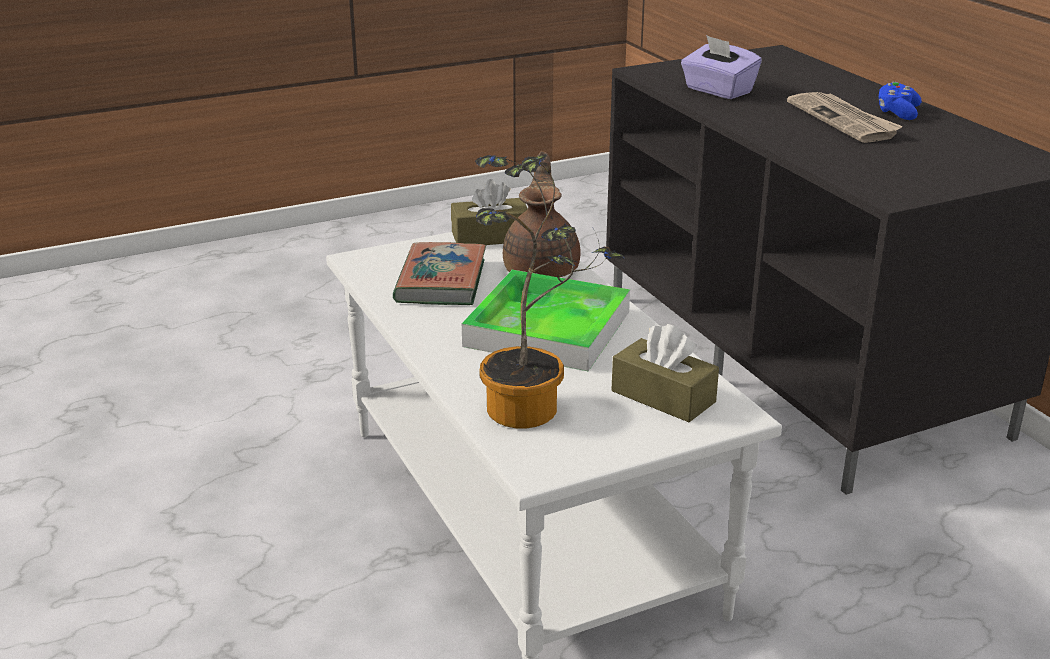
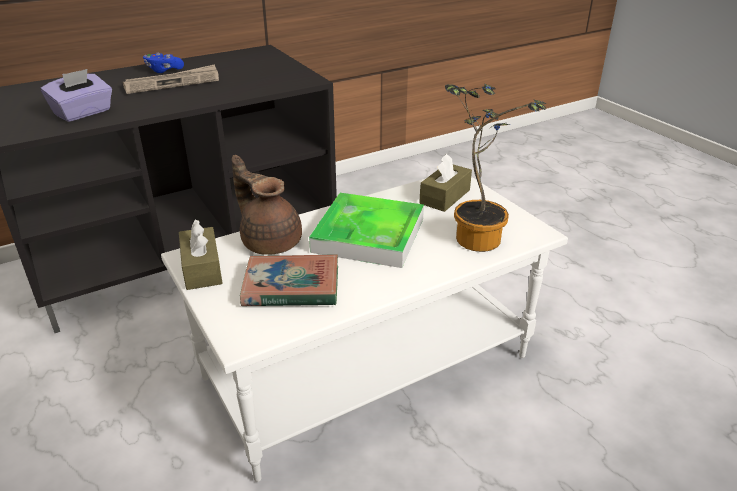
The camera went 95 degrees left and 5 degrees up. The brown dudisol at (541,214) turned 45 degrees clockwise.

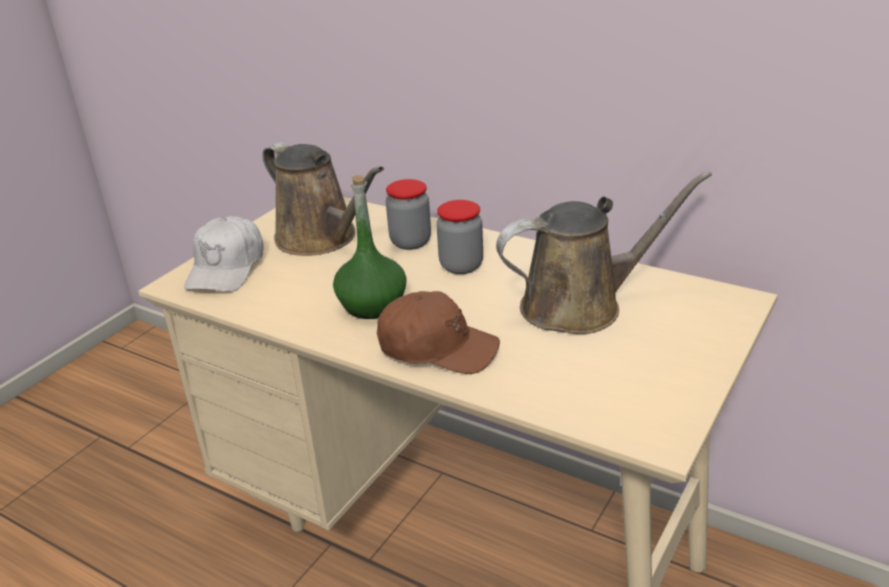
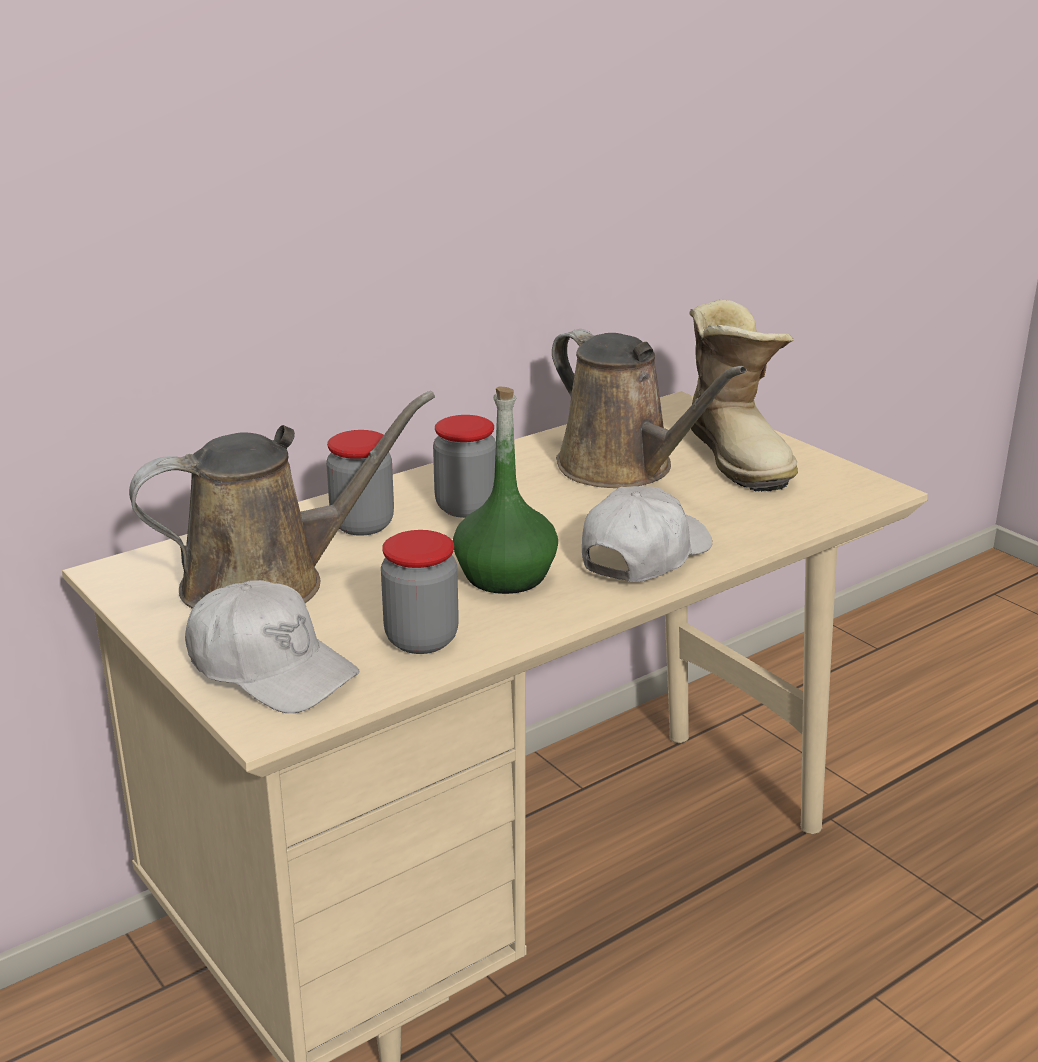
The camera went 70 degrees left and 5 degrees down. The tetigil at (420,592) appeared. The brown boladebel at (604,252) turned 135 degrees clockwise. The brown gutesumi at (438,332) became the white gutesumi at (647,534). The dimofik at (743,395) appeared.

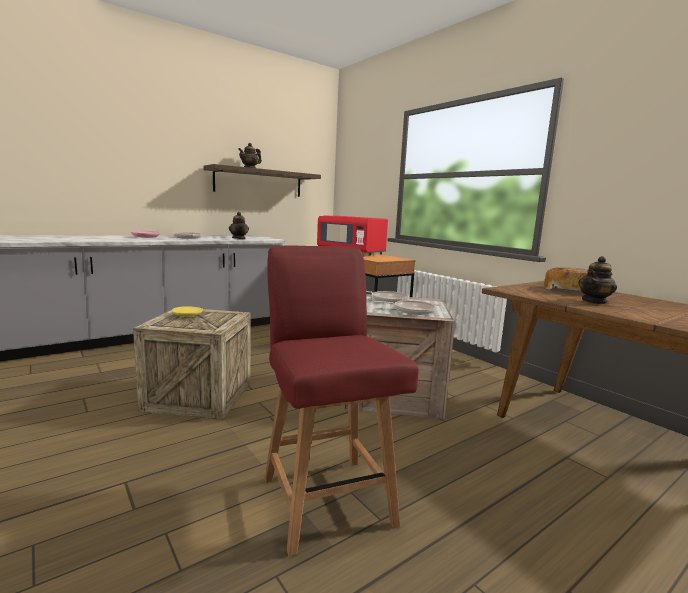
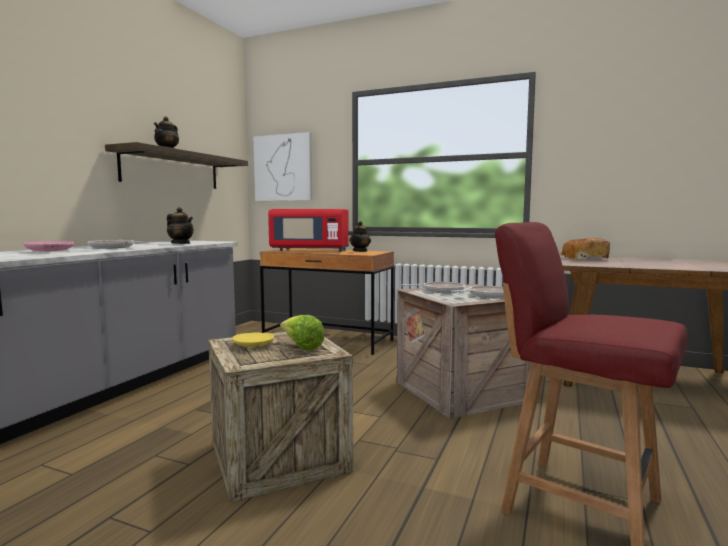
The camera went 30 degrees left and 5 degrees down. The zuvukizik at (282,166) appeared. The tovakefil at (302,333) appeared. The dudisol moved from (597,280) to (360,236).

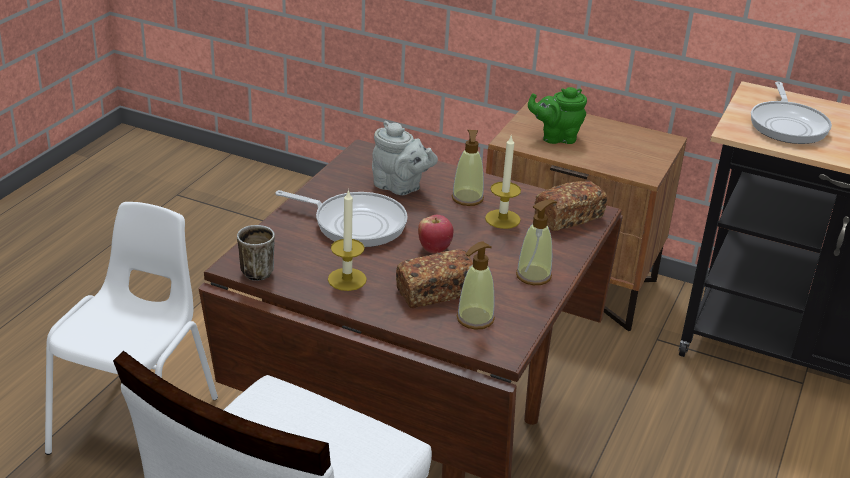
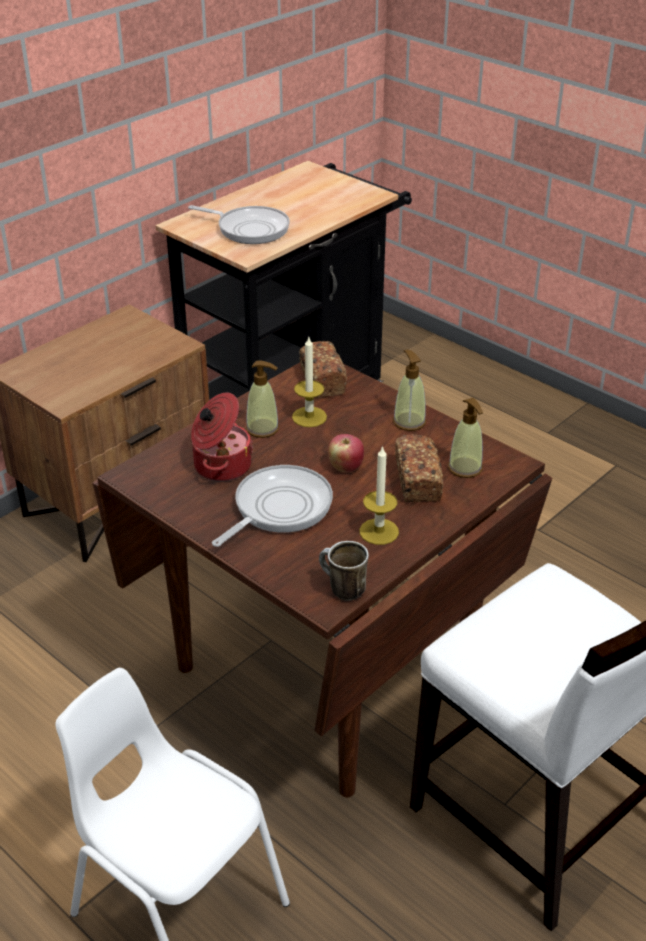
The camera went 70 degrees left and 5 degrees up. The grey dudisol at (405,158) was replaced by the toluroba at (222,436). The green dudisol at (557,115) disappeared.

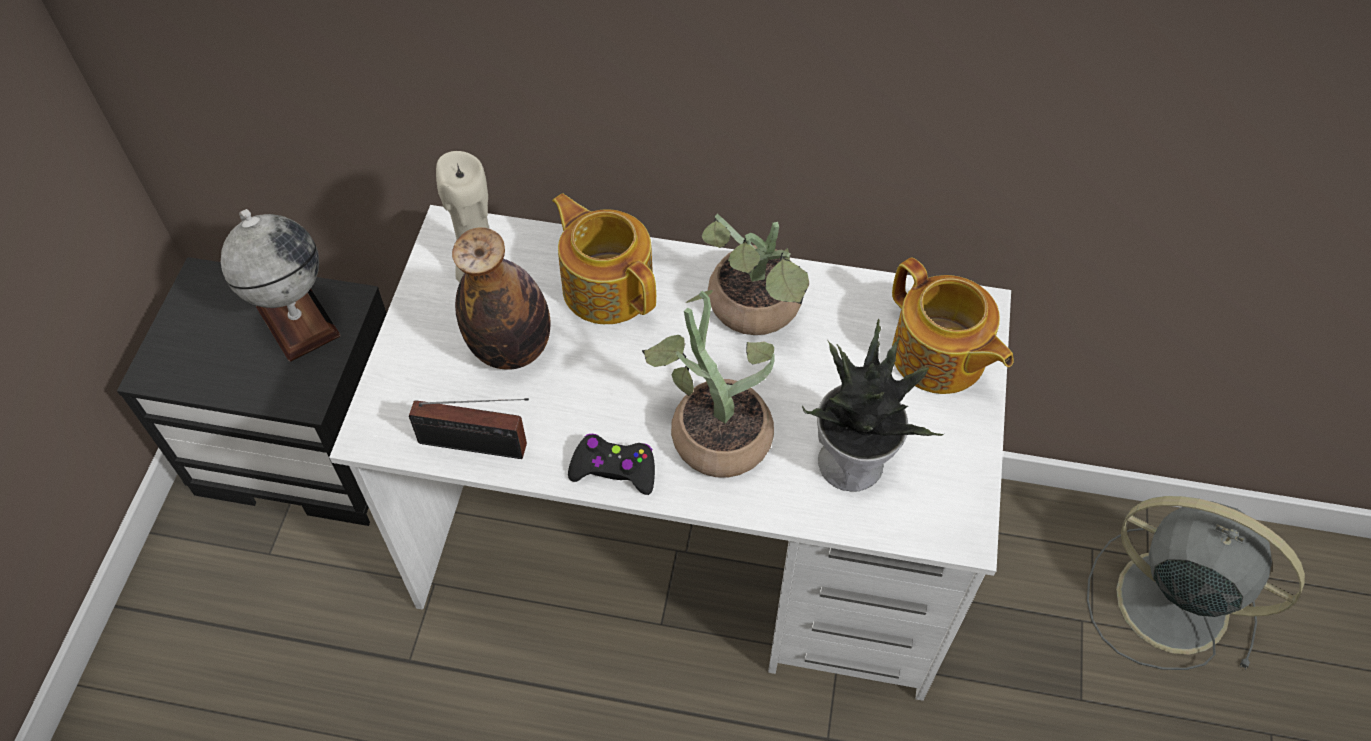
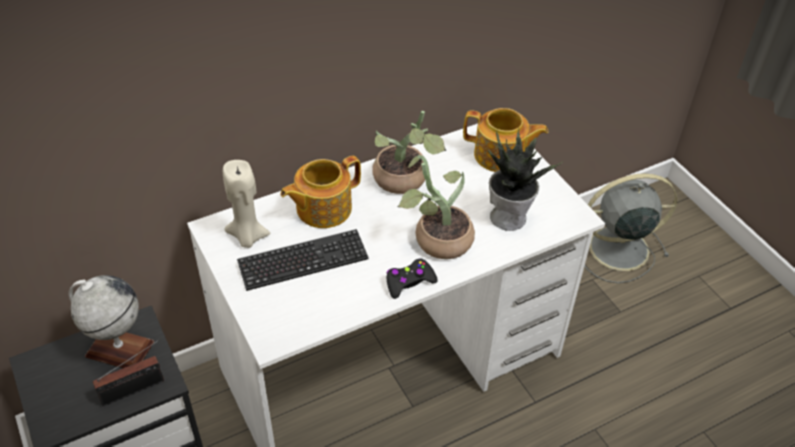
The camera went 40 degrees left and 10 degrees down. The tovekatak moved from (469,428) to (128,373). The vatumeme at (501,298) was replaced by the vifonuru at (303,260). The dudisol at (604,258) turned 45 degrees counterclockwise.

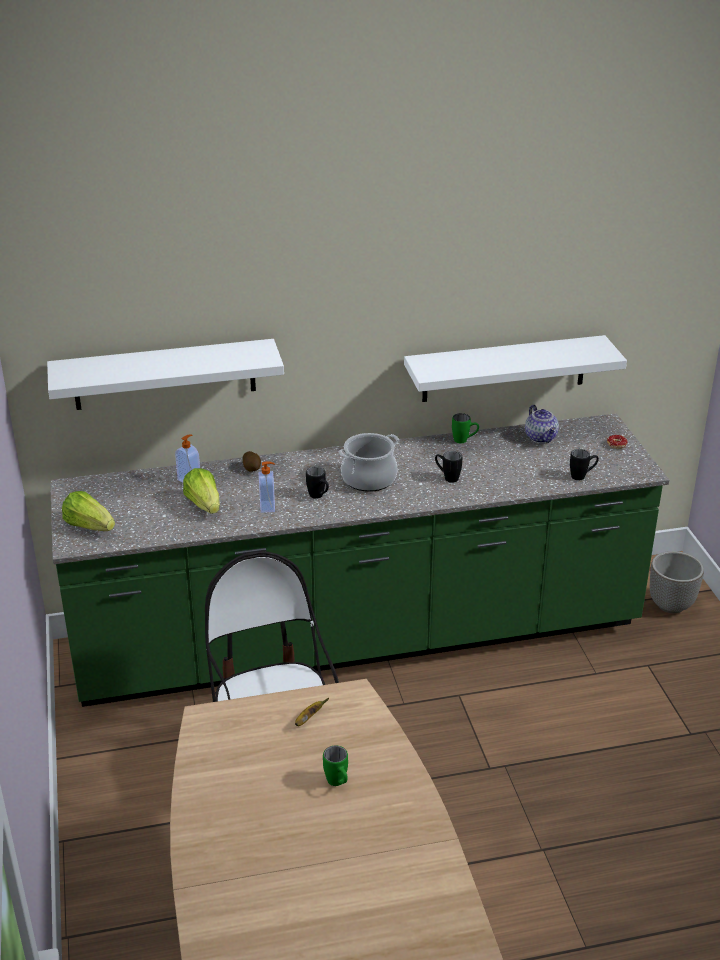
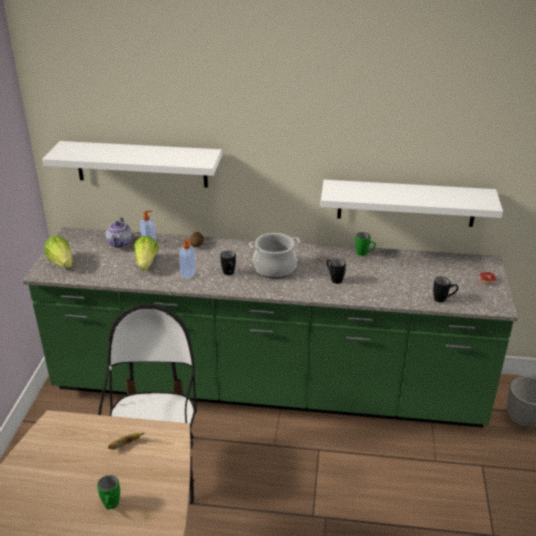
The camera went 20 degrees right and 0 degrees up. The dudisol moved from (542,424) to (119,232).

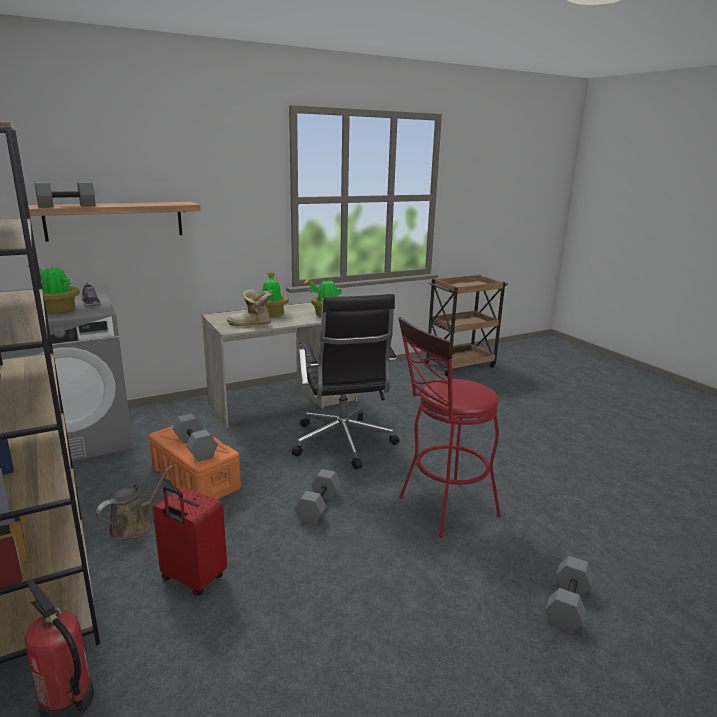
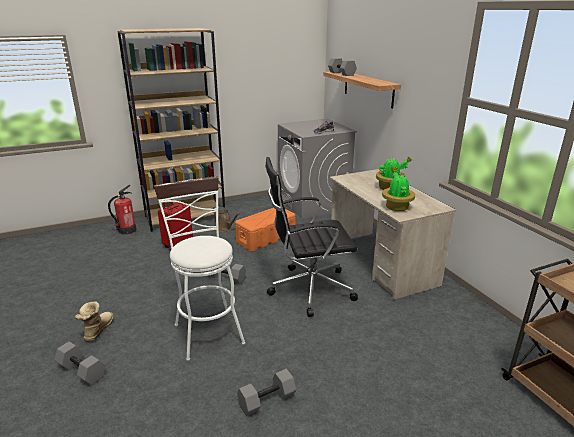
The camera went 95 degrees right and 5 degrees up. The dimofik moved from (249,307) to (94,321). The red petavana at (449,427) became the white petavana at (199,268). The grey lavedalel moved from (195,437) to (266,392). The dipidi at (54,288) disappeared.

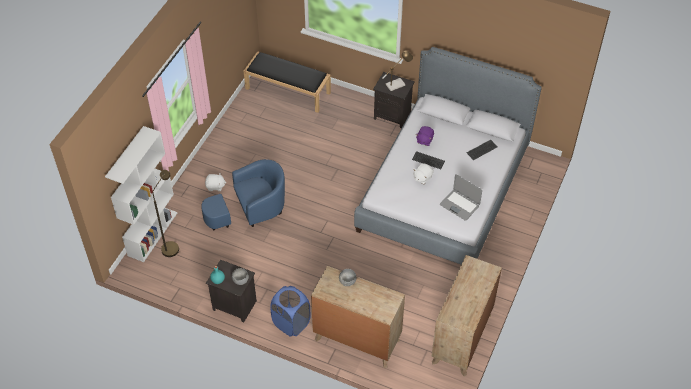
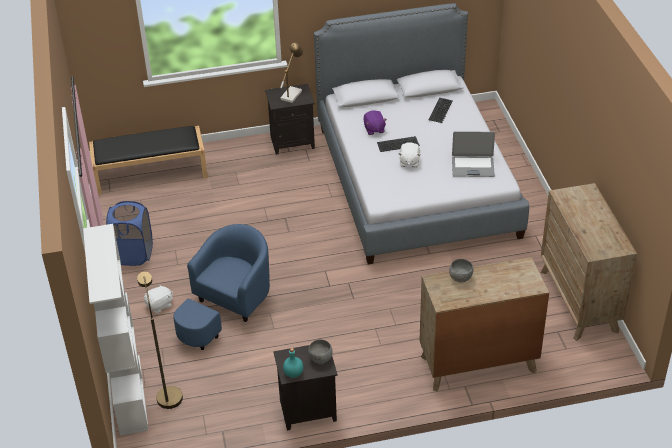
The camera went 35 degrees left and 10 degrees down. The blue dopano moved from (290,311) to (129,233).

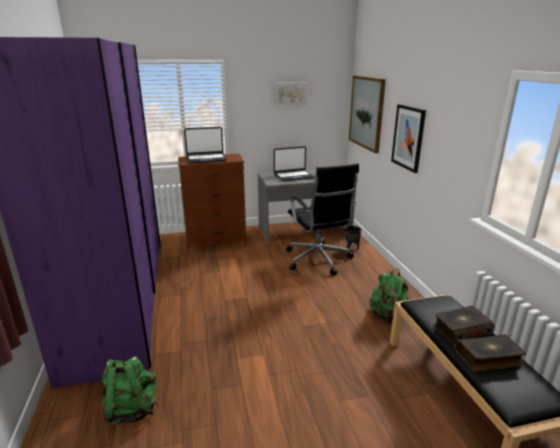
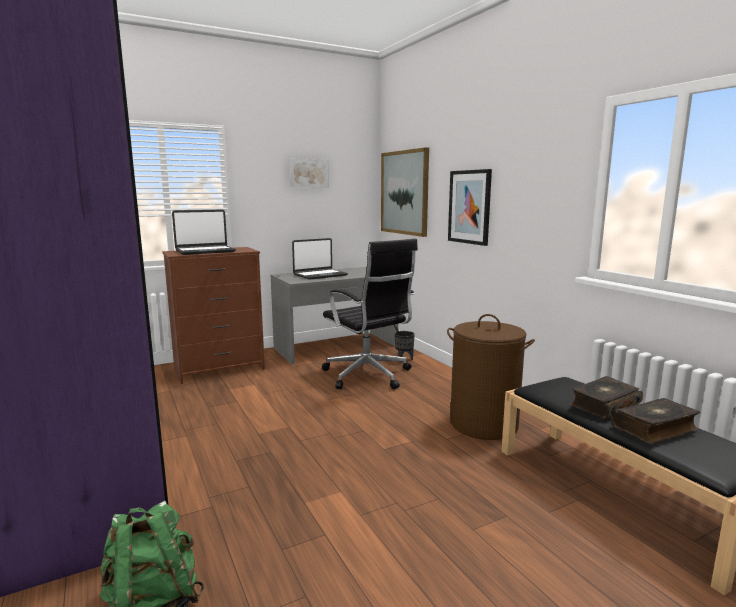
The camera went 15 degrees left and 10 degrees down. The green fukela at (389,296) was replaced by the brown dopano at (491,377).

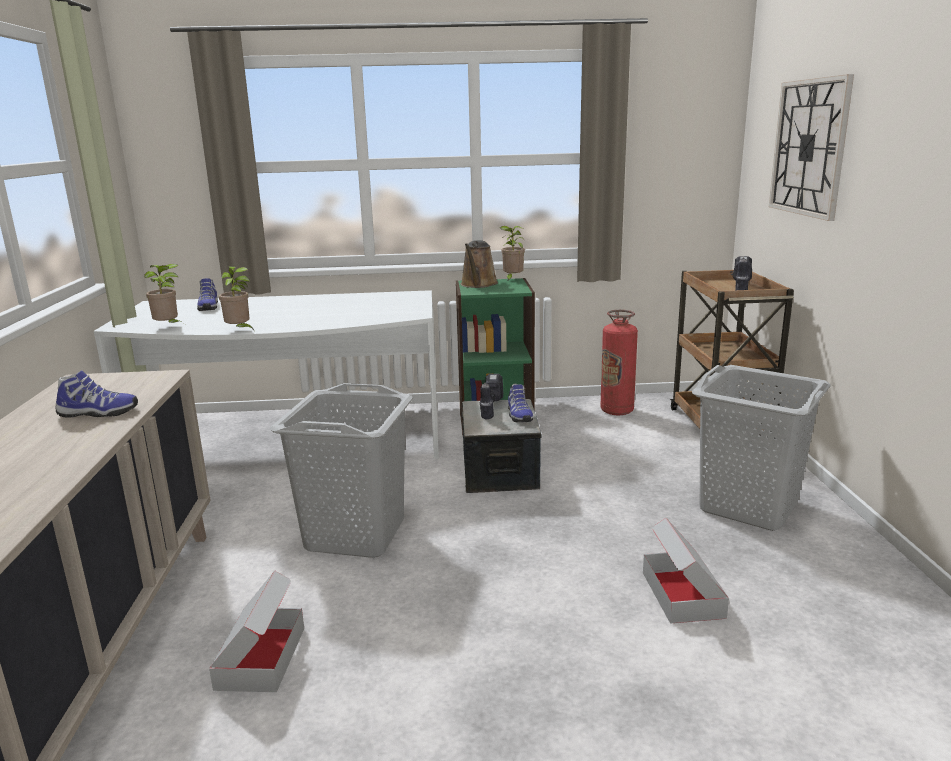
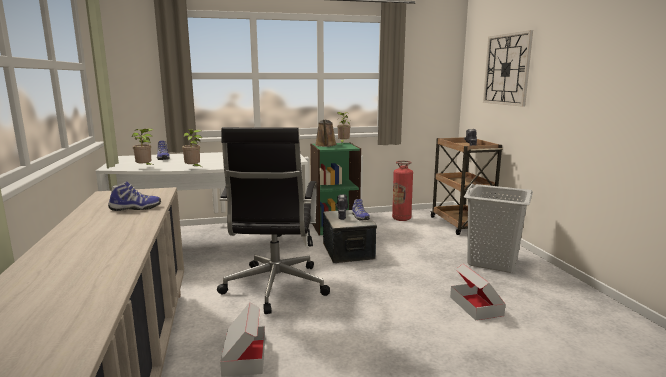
The camera went 10 degrees left and 5 degrees down. The grey dopano at (341,470) was replaced by the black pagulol at (273,220).

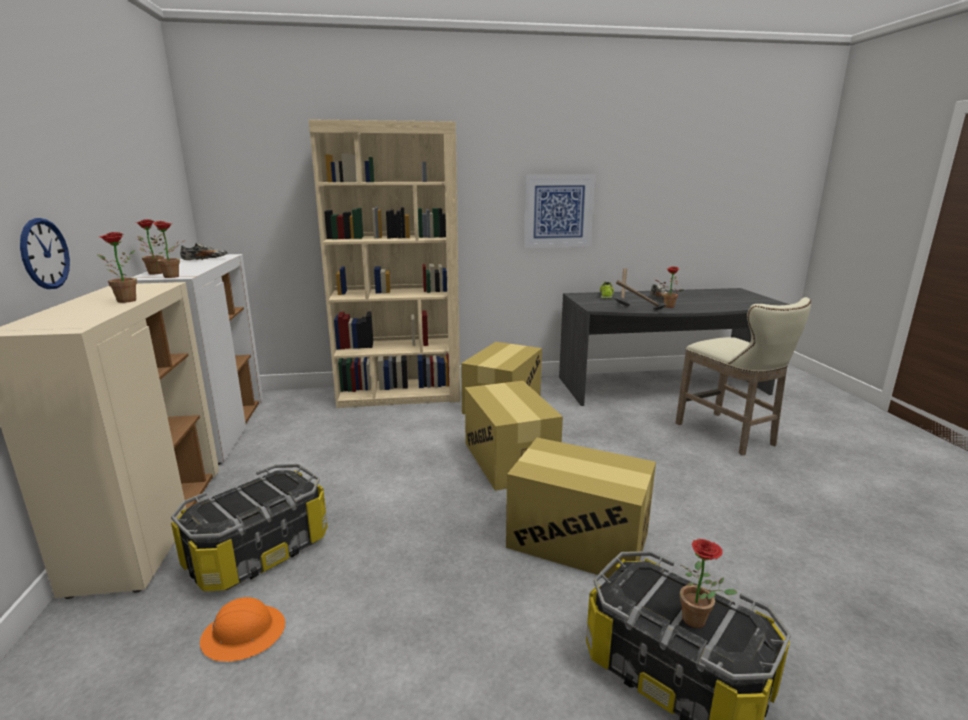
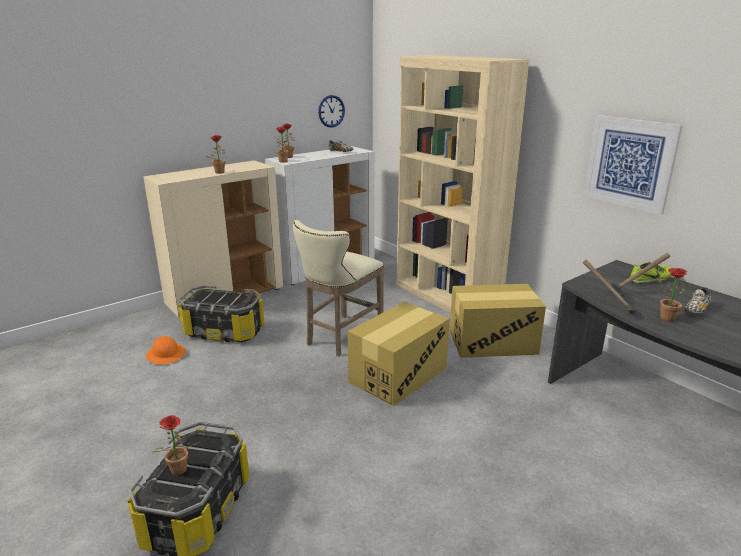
The camera went 60 degrees right and 5 degrees up. The beige petavana moved from (743,376) to (338,288). The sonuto moved from (45,253) to (331,111). The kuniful at (581,508) disappeared.

